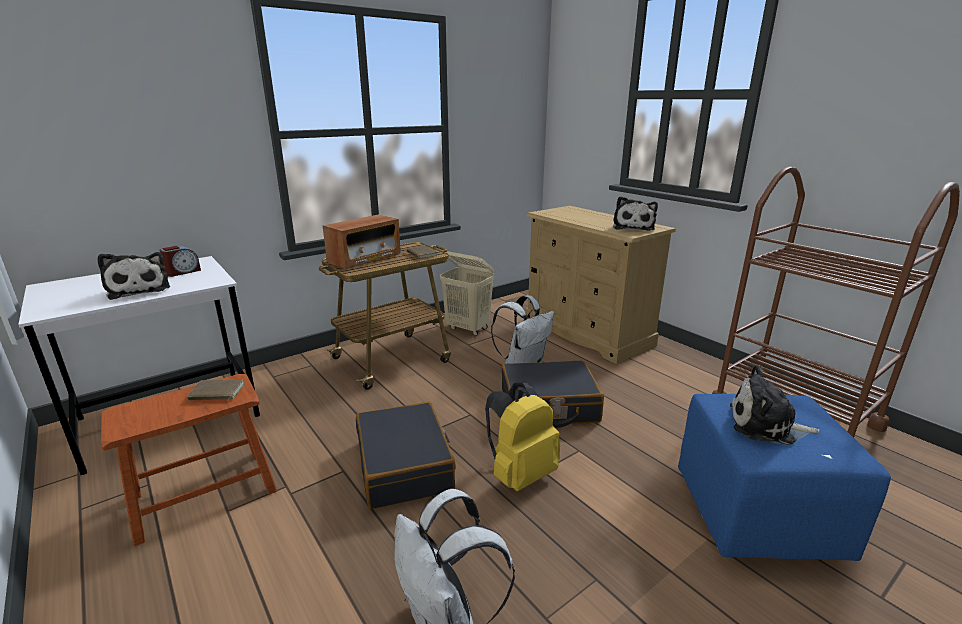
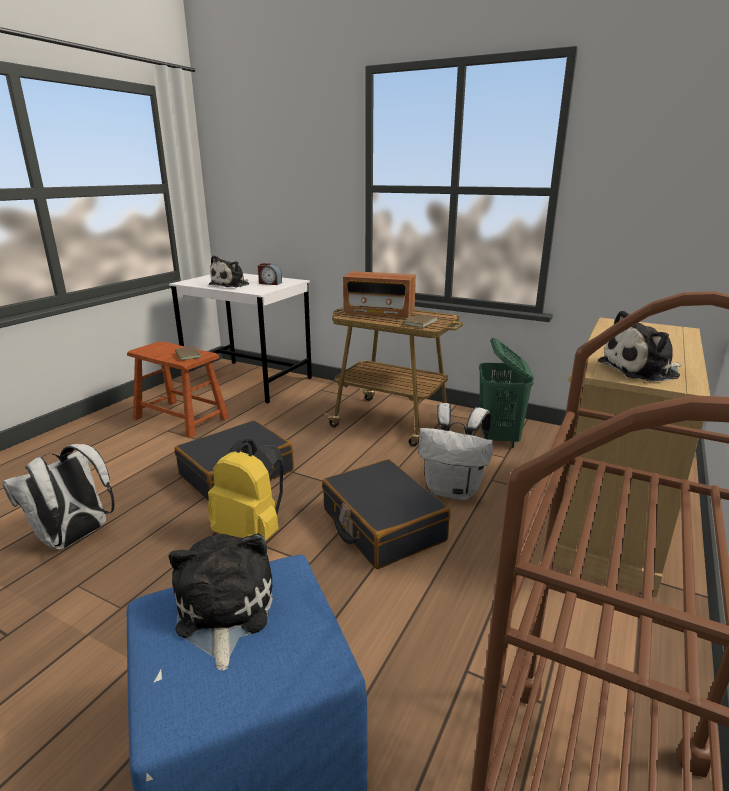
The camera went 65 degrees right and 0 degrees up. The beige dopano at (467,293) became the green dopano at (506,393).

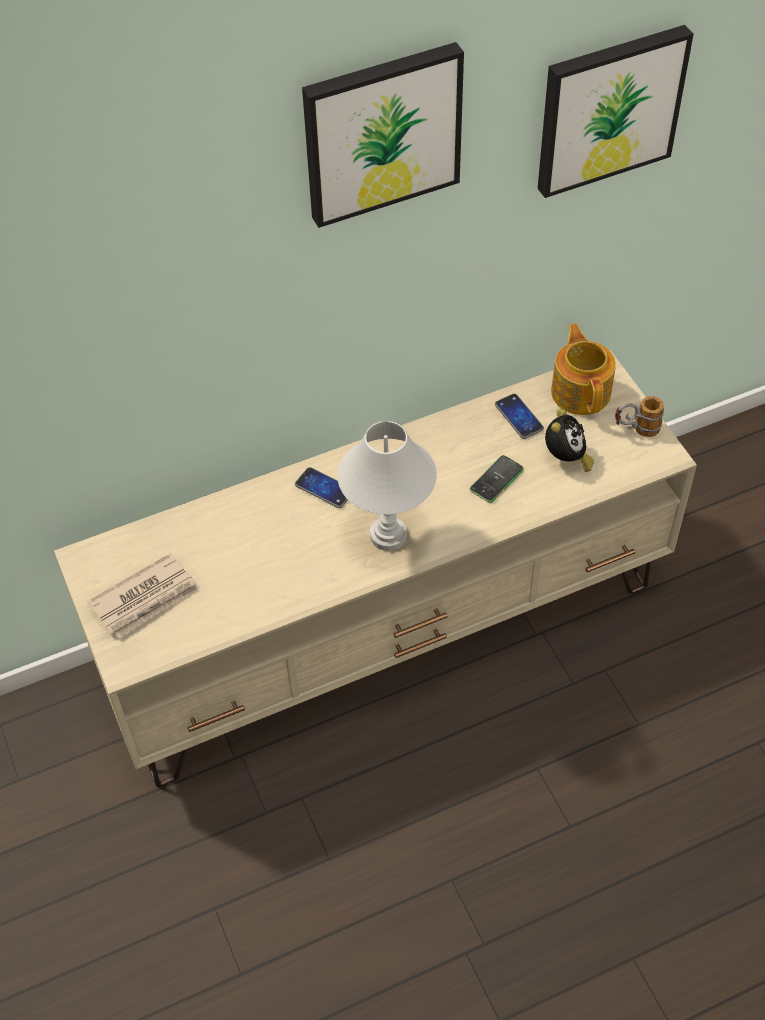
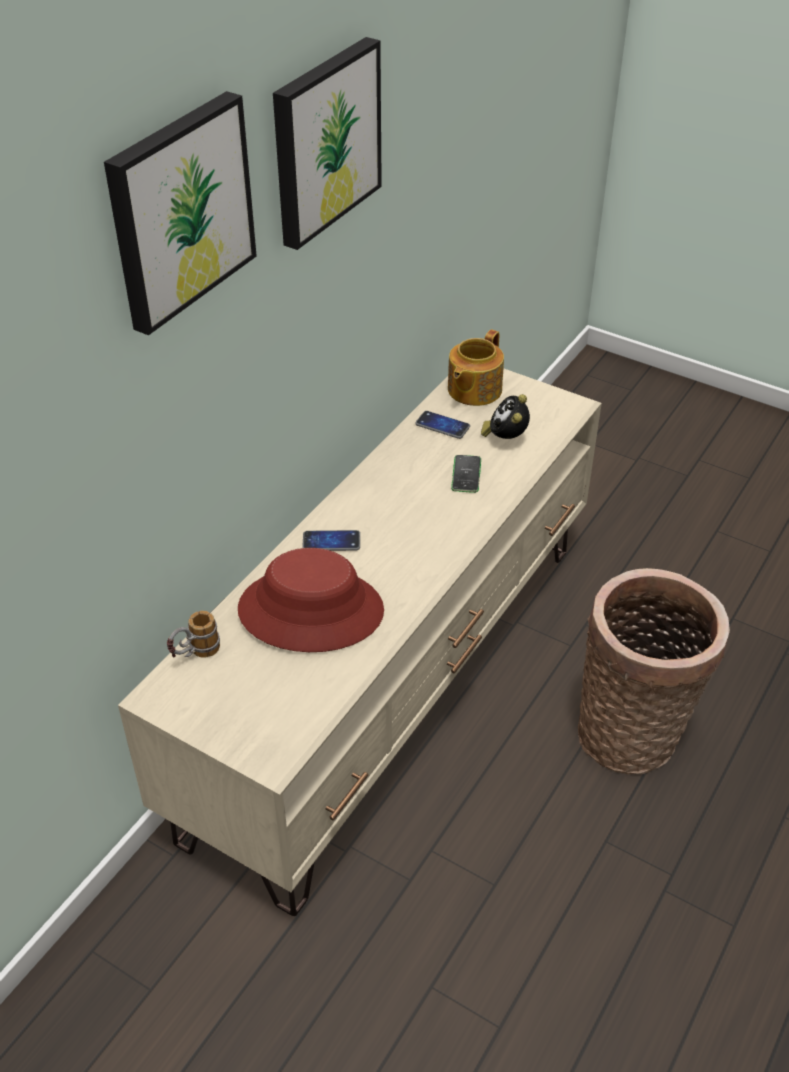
The camera went 35 degrees left and 10 degrees down. The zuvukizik moved from (616,111) to (180,213). The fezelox moved from (639,416) to (193,634). The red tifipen at (311,600) appeared. The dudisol at (583,369) turned 105 degrees counterclockwise. The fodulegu at (569,440) turned 150 degrees counterclockwise. The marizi at (654,671) appeared. The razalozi at (143,596) disappeared. The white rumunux at (387,486) disappeared.

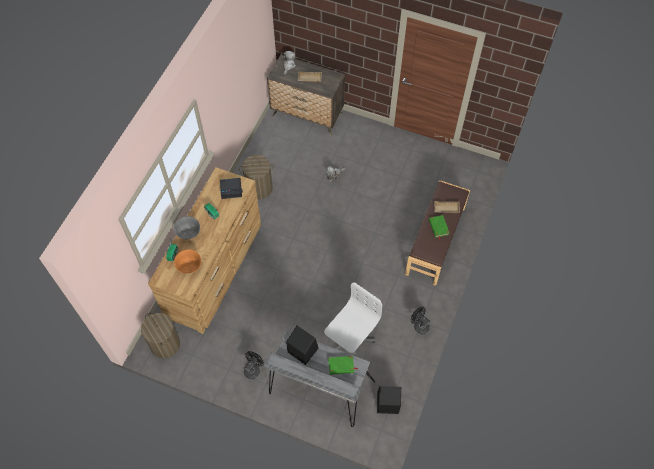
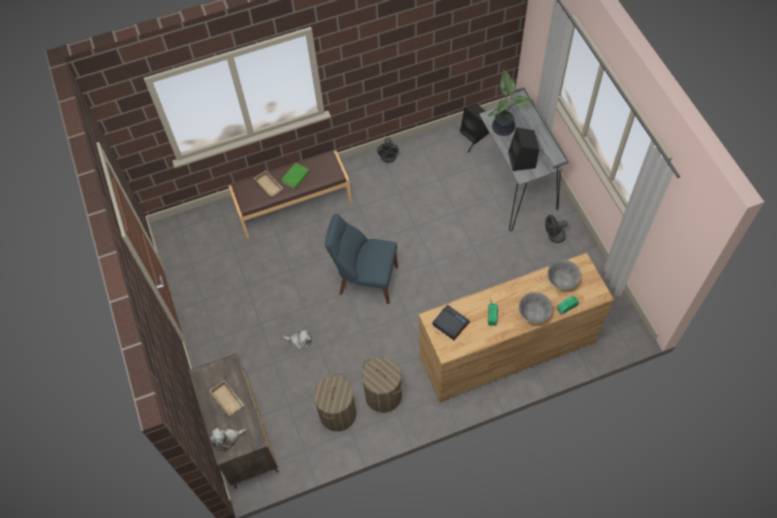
The camera went 130 degrees left and 0 degrees up. The dopano moved from (160,335) to (334,402). The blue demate at (361,259) appeared. The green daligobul at (343,365) was replaced by the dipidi at (511,102). The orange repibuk at (187,261) became the grey repibuk at (563,274). The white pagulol at (353,319) disappeared.

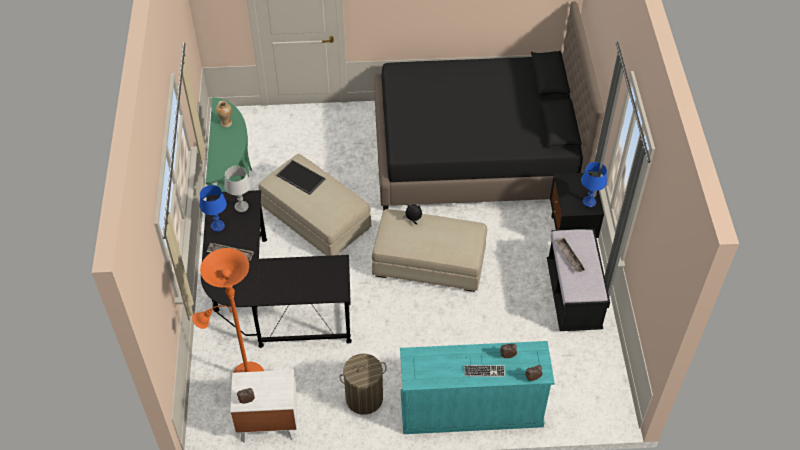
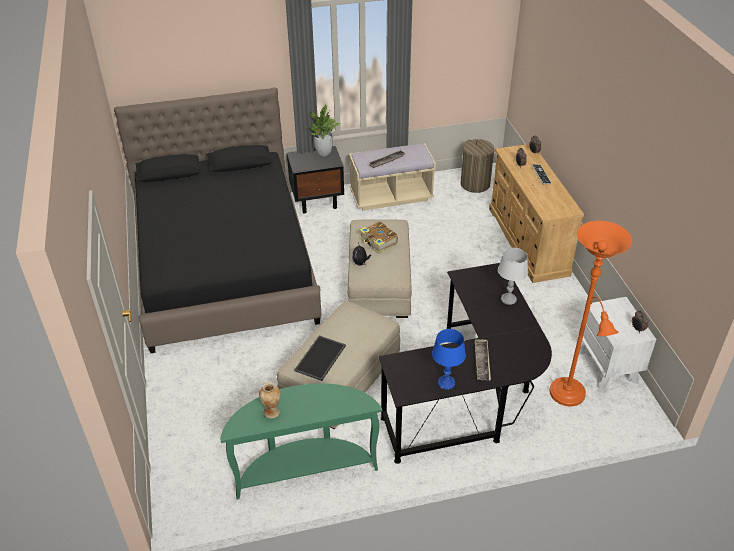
The camera went 100 degrees left and 10 degrees down. The blue rumunux at (594,184) was replaced by the dipidi at (323,130). The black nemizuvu at (578,279) became the beige nemizuvu at (392,177). The daligobul at (378,237) appeared. The dopano moved from (363,384) to (477,166). The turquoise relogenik at (477,387) became the beige relogenik at (537,213). The grey rumunux moved from (237,189) to (513,276).

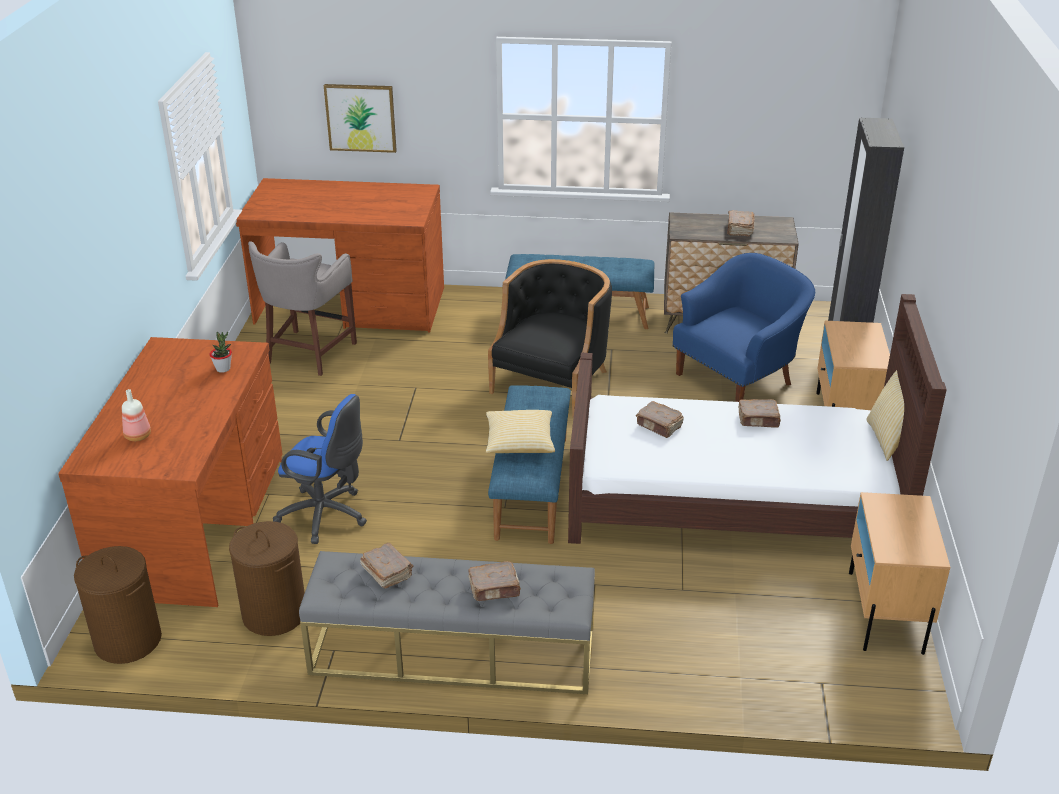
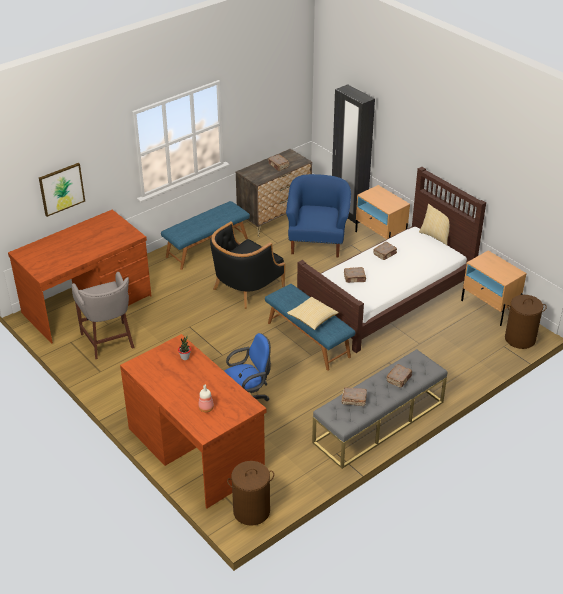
The camera went 45 degrees left and 5 degrees up. The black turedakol at (550,338) turned 120 degrees counterclockwise. The brown dopano moved from (267,578) to (526,322).

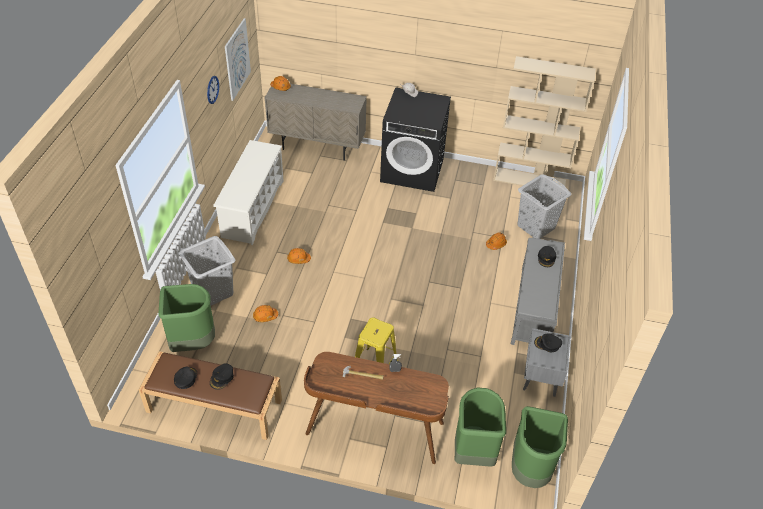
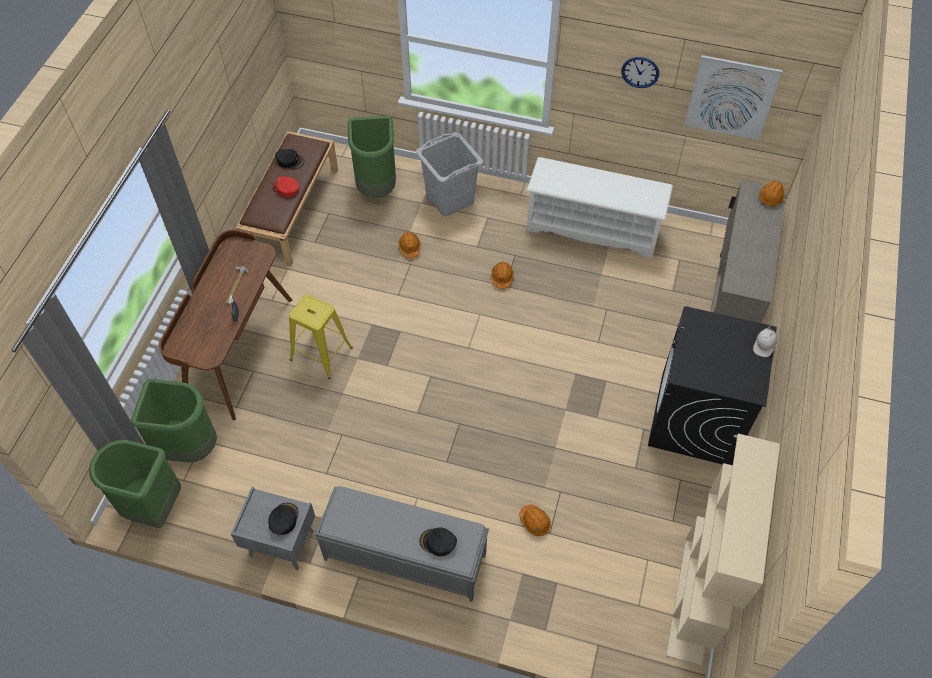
The camera went 95 degrees right and 10 degrees up. The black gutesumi at (222,376) became the red gutesumi at (285,186). The grey dopano at (544,206) disappeared.

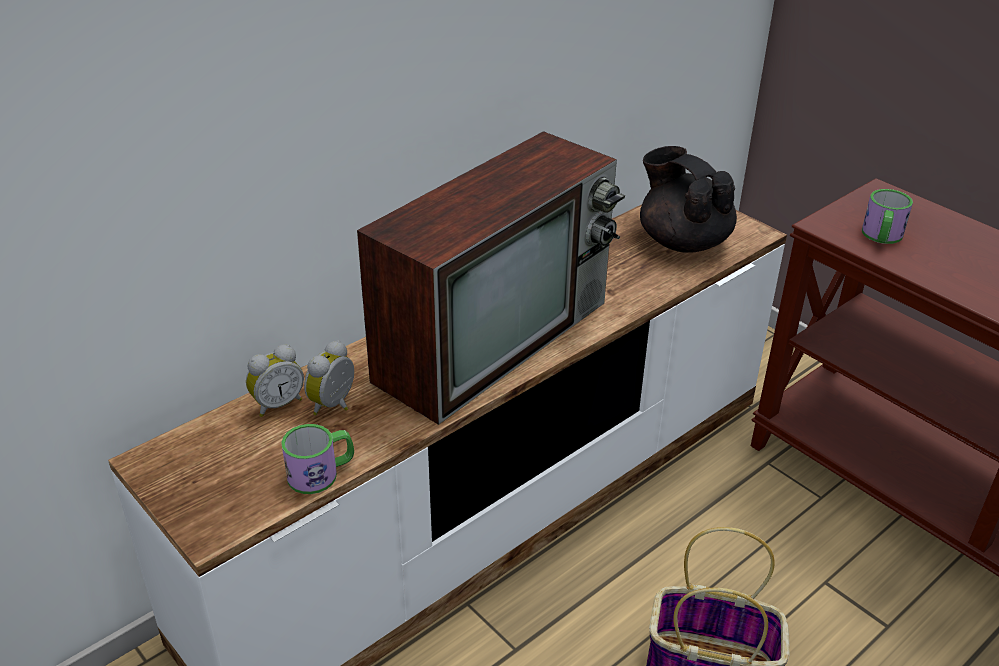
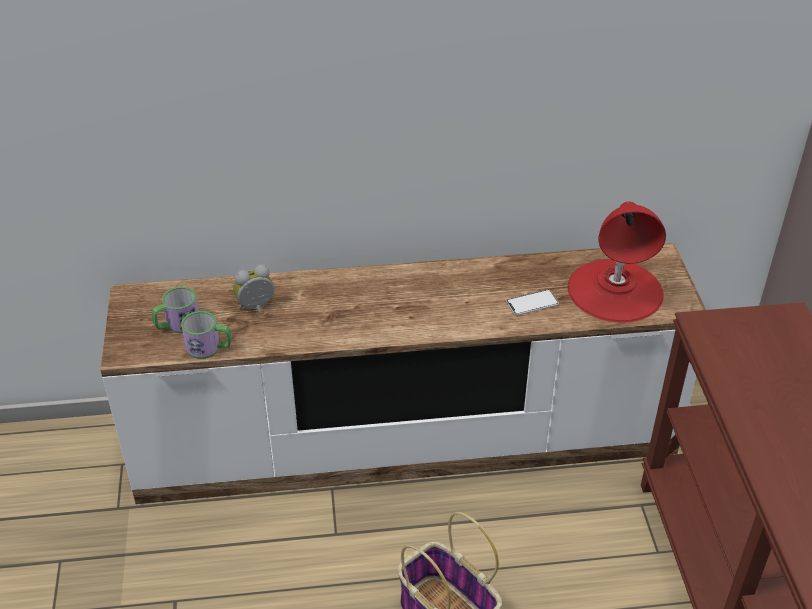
The camera went 35 degrees right and 5 degrees up. The fezelox moved from (887,216) to (175,309). The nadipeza at (532,302) appeared. The black dudisol at (688,199) was replaced by the red rumunux at (616,262). The fodulegu at (275,380) disappeared. The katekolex at (491,278) disappeared.

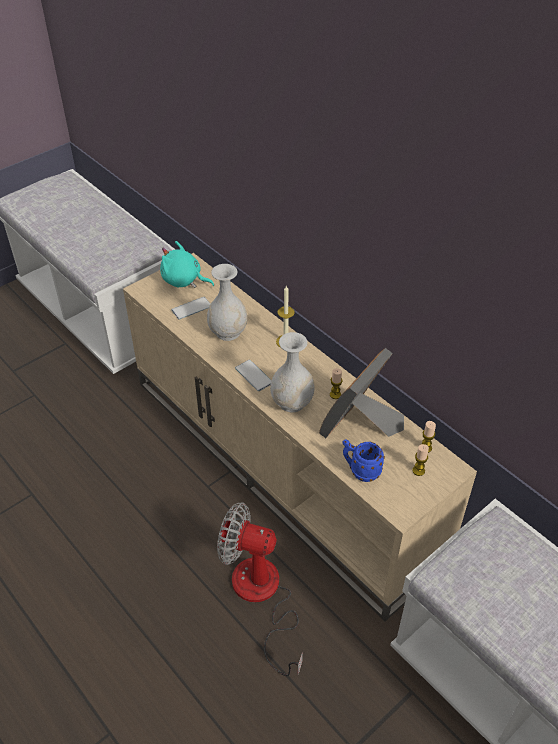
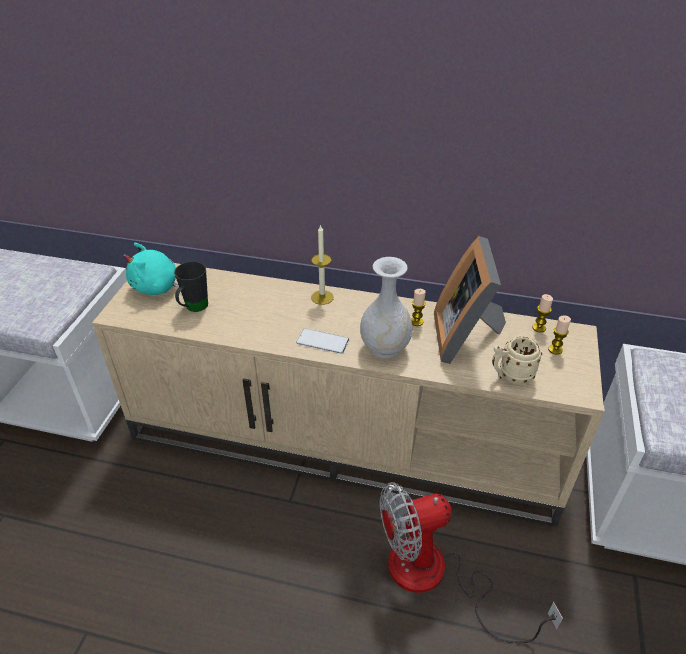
The camera went 35 degrees left and 5 degrees down. The nadipeza at (190,308) was replaced by the black fezelox at (191,286). The blue fezelox at (364,460) became the beige fezelox at (517,360). The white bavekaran at (227,302) disappeared.

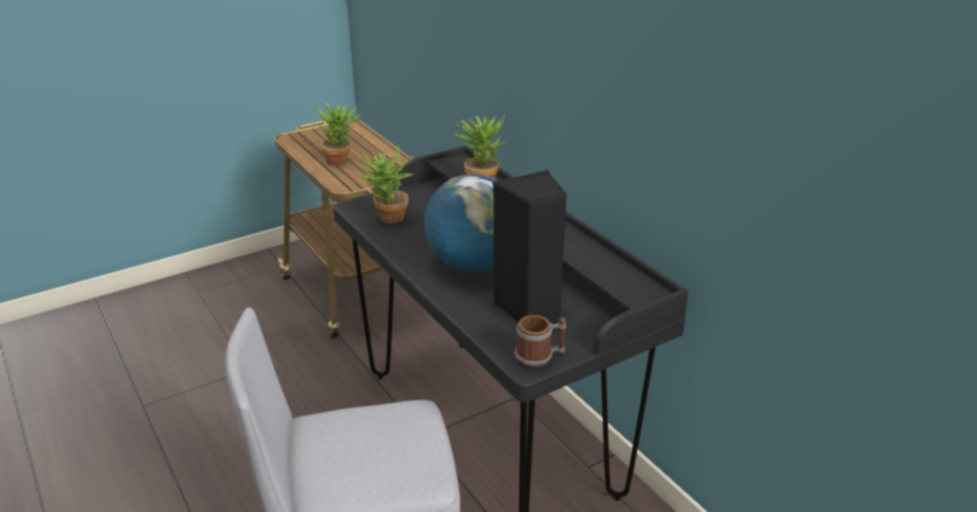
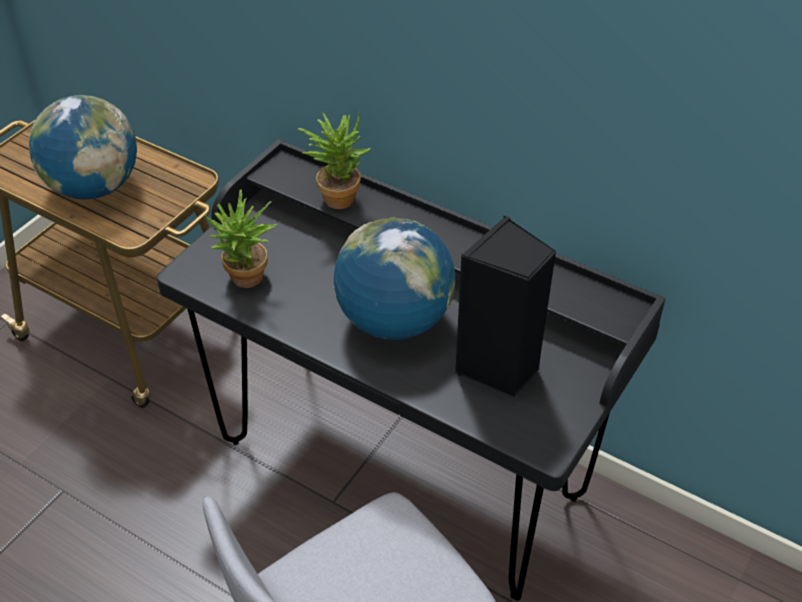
The camera went 25 degrees left and 15 degrees up. The dipidi at (337,134) was replaced by the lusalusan at (83,147). The fezelox at (540,342) disappeared.

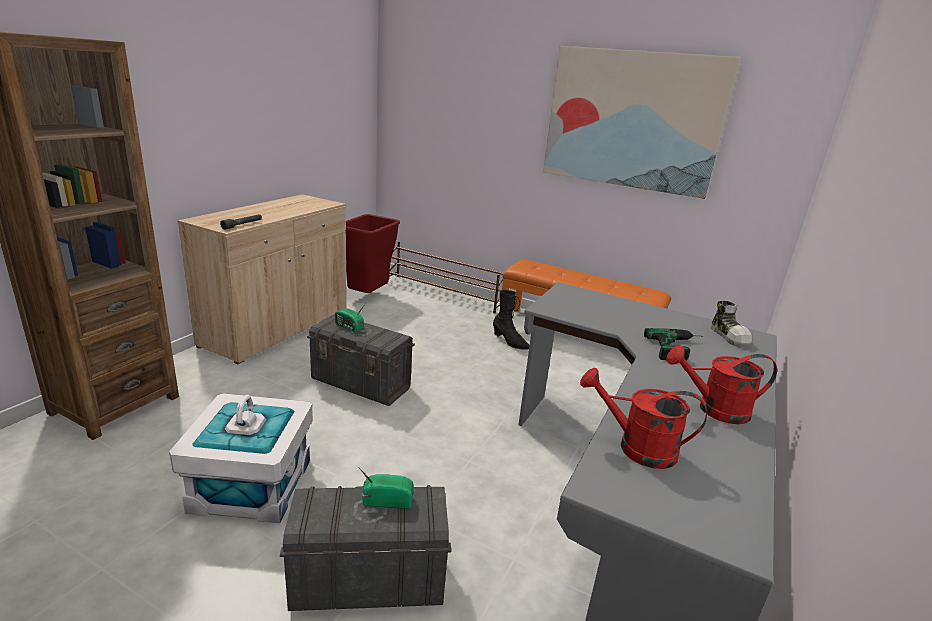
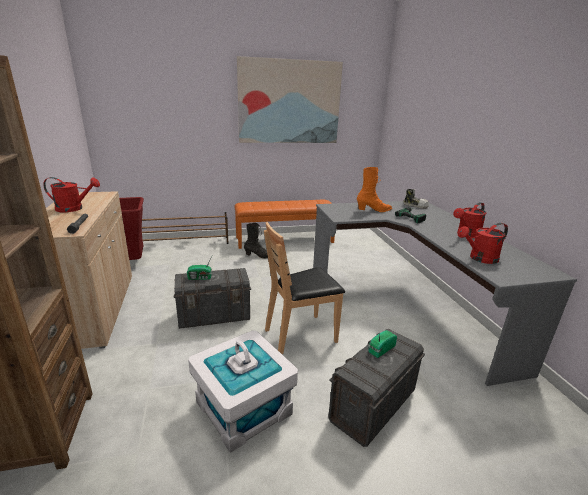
The camera went 40 degrees left and 0 degrees up. The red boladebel at (71,194) appeared. The brown demate at (304,288) appeared. The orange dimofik at (374,189) appeared.

